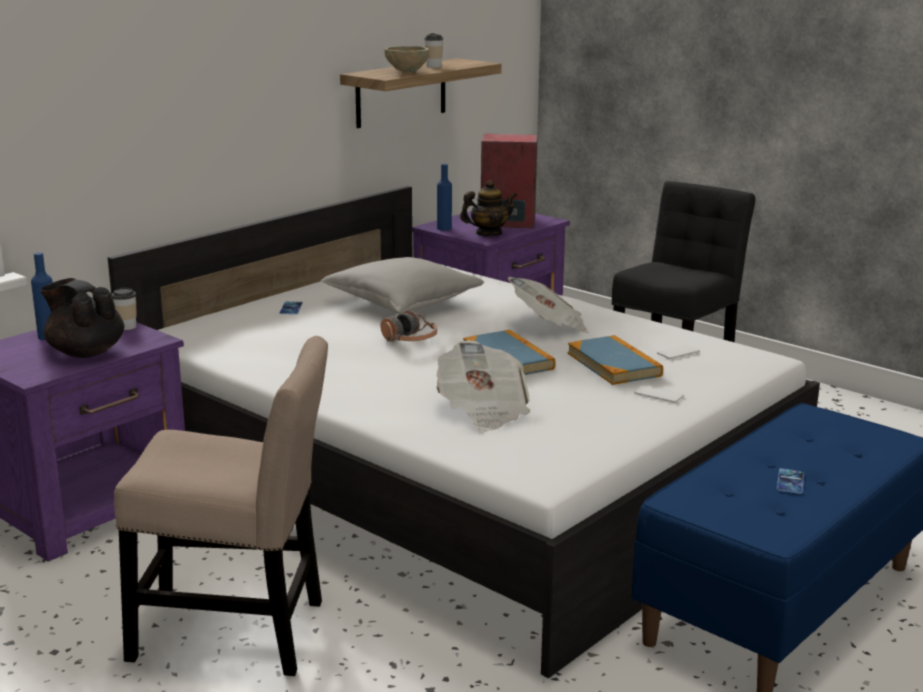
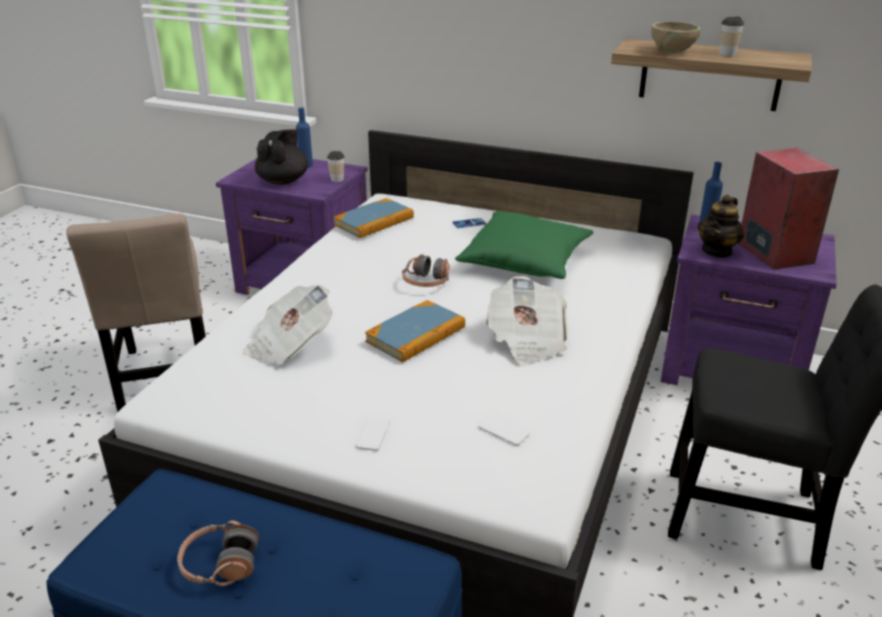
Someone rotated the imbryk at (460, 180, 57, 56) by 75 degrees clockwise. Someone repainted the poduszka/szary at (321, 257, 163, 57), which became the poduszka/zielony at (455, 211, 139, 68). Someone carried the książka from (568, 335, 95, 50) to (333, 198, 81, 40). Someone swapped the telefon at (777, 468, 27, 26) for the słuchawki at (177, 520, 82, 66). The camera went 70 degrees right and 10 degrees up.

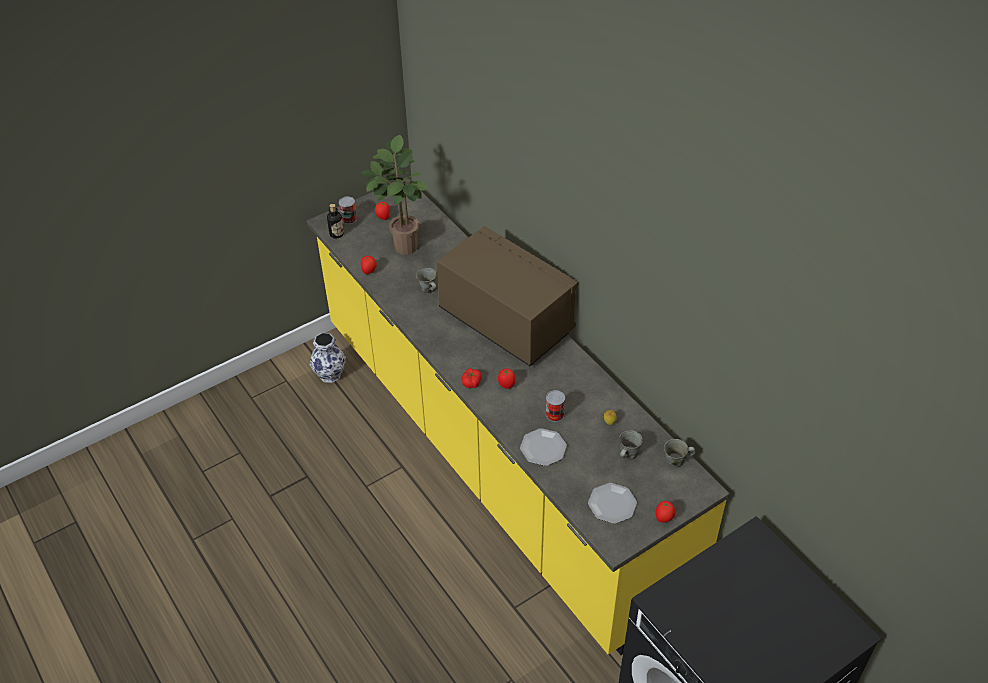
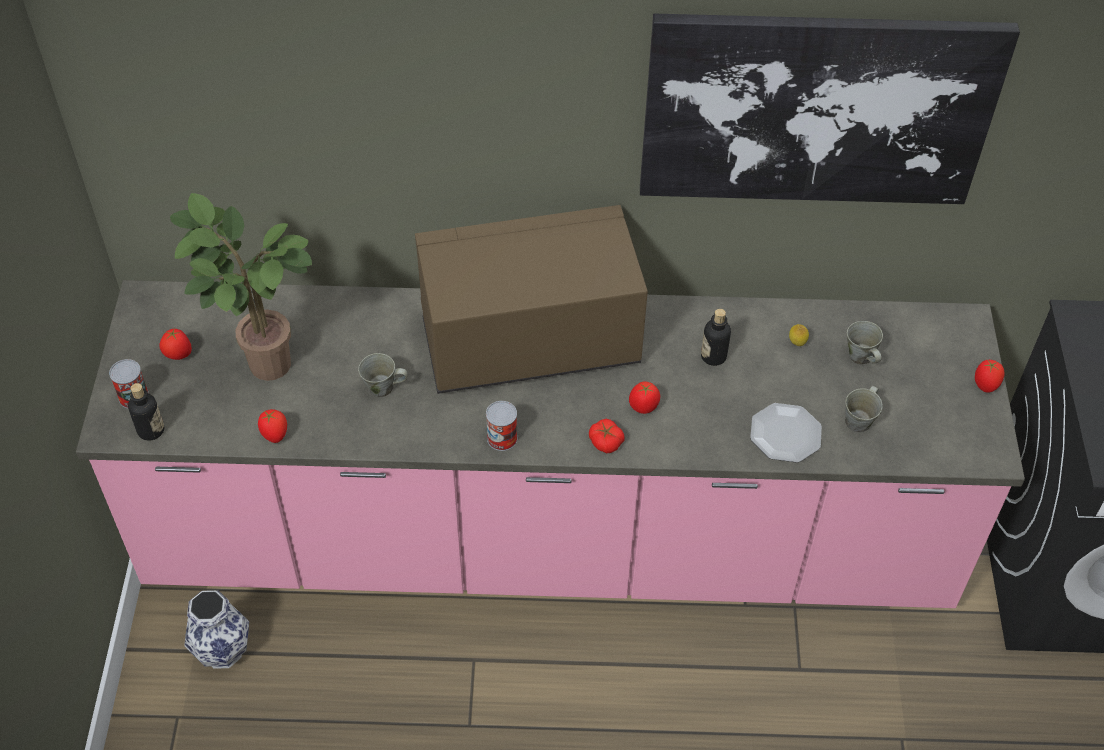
Someone repainted the zabudowa kuchenna/żółty at (307, 177, 423, 478), which became the zabudowa kuchenna/różowy at (76, 280, 949, 328). Someone carried the puszka from (545, 390, 20, 32) to (486, 401, 31, 50). Someone carried the kubek/szary from (664, 439, 31, 29) to (845, 386, 38, 47). Someone took away the talerz at (588, 483, 49, 41). Someone put up the obraz at (640, 14, 380, 190). Someone put down the butelka at (701, 309, 30, 57). The camera went 55 degrees left and 5 degrees up.

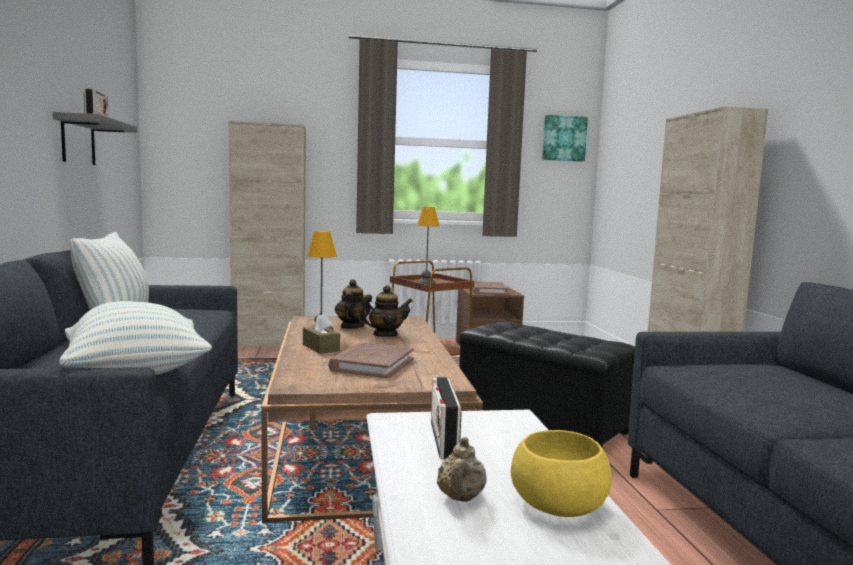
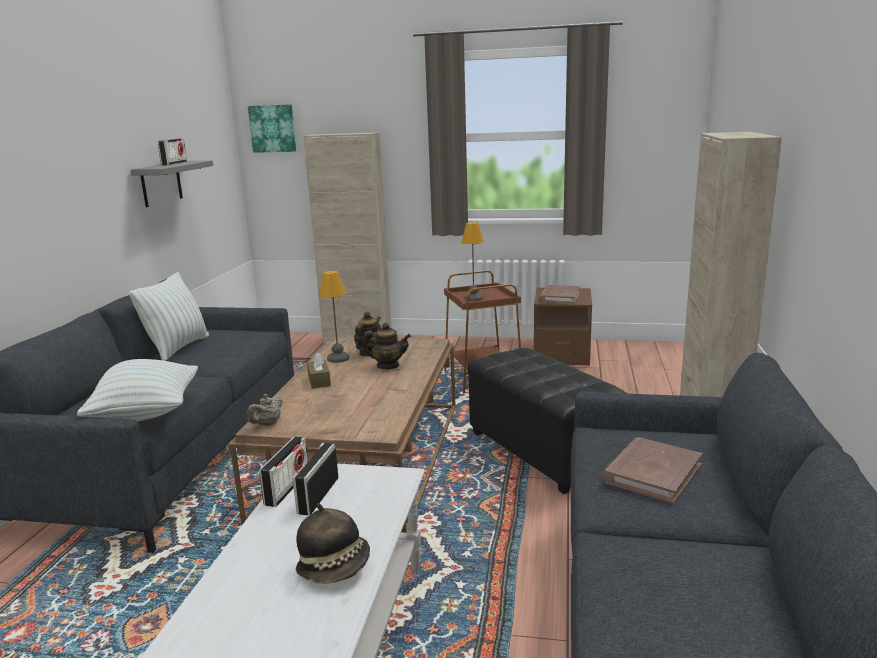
Someone carried the obraz from (542, 115, 46, 47) to (248, 104, 48, 49). Someone carried the książka/brązowy from (328, 342, 86, 36) to (602, 437, 100, 67). Someone swapped the miska/żółty at (511, 430, 101, 87) for the kapelusz at (296, 503, 74, 81). Someone carried the imbryk/beżowy from (437, 437, 50, 65) to (247, 394, 36, 32). Someone put down the radio at (259, 437, 49, 70). The camera went 20 degrees right and 10 degrees up.

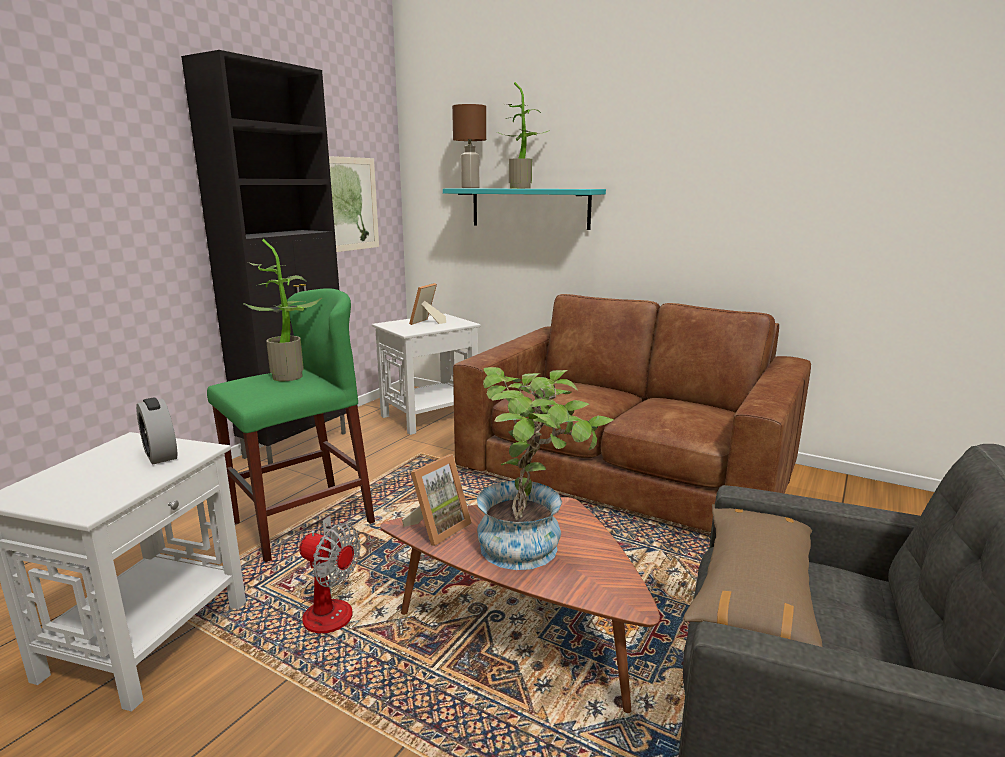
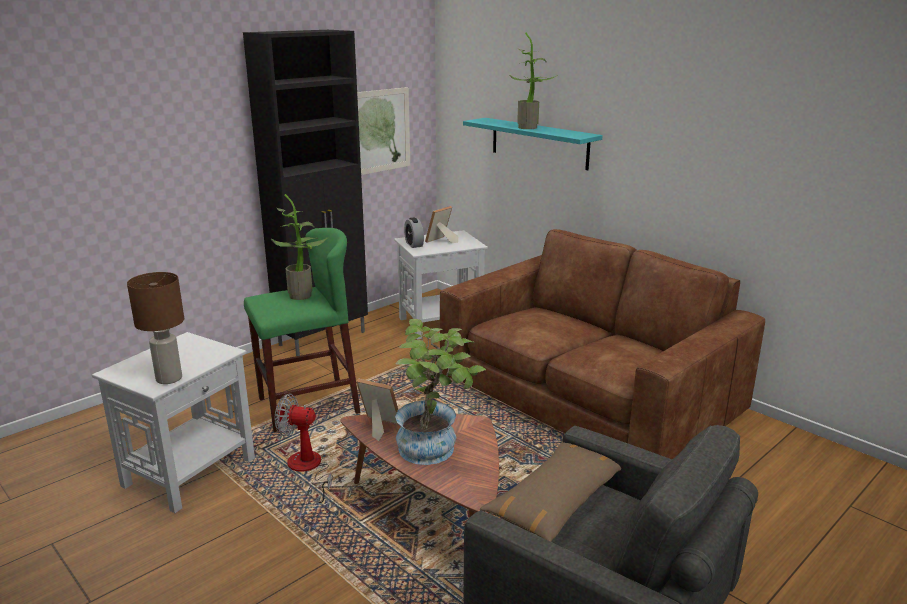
Someone carried the lampa stołowa/brązowy from (452, 104, 34, 84) to (127, 272, 57, 112). Someone carried the budzik from (136, 397, 41, 68) to (404, 218, 20, 30). Someone rotated the ramka na zdjęcie at (402, 454, 70, 92) by 120 degrees counterclockwise. Someone rotated the wentylator at (299, 516, 62, 117) by 150 degrees clockwise. The camera went 15 degrees right and 5 degrees up.

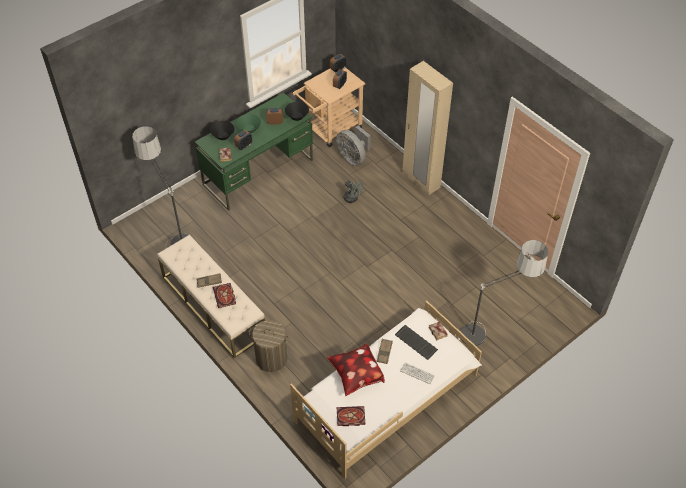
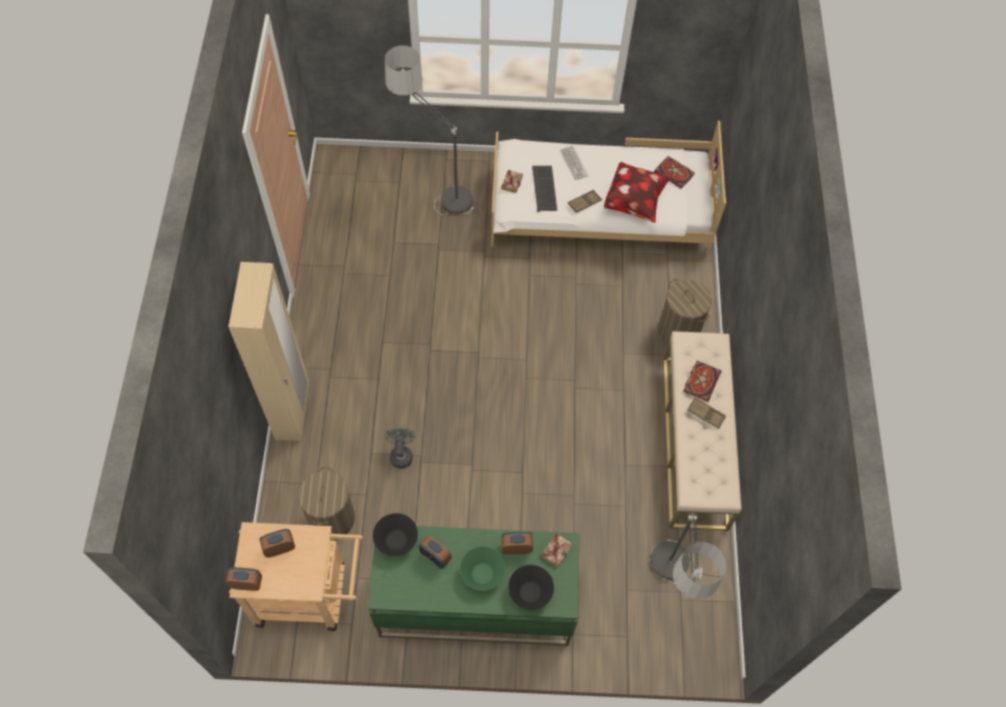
Someone swapped the wentylator/szary at (336, 126, 35, 40) for the kosz na pranie at (298, 466, 57, 74). The camera went 140 degrees left and 10 degrees up.

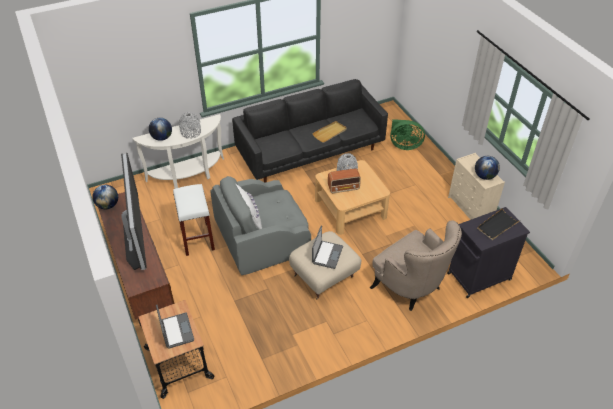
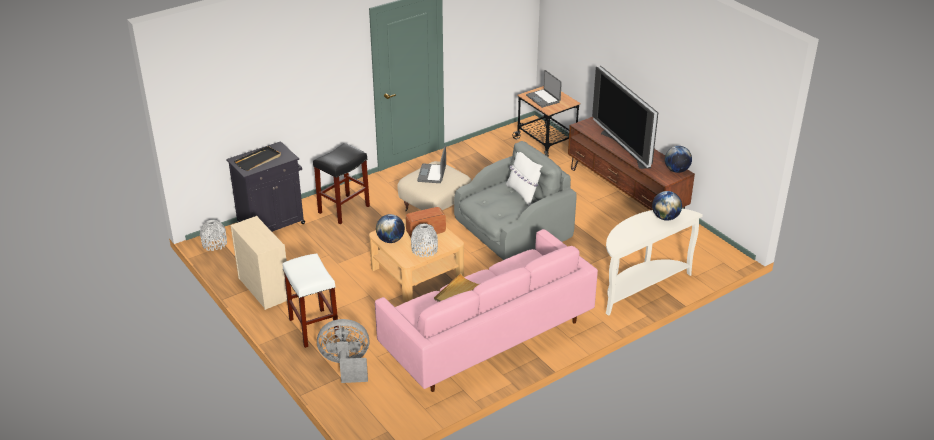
Someone repainted the kanapa/czarny at (232, 79, 156, 104), which became the kanapa/różowy at (375, 229, 223, 163). Someone carried the wazon/szary from (179, 112, 22, 27) to (200, 220, 27, 31). Someone repainted the wentylator/zielony at (390, 119, 35, 31), which became the wentylator/szary at (317, 319, 53, 64). Someone carried the globus from (475, 156, 25, 24) to (376, 214, 29, 29). Someone carried the stołek/biały from (173, 184, 42, 72) to (283, 253, 56, 95). Someone swapped the fotel/beżowy at (370, 220, 92, 91) for the stołek/czarny at (313, 143, 57, 81). The camera went 170 degrees right and 10 degrees down.

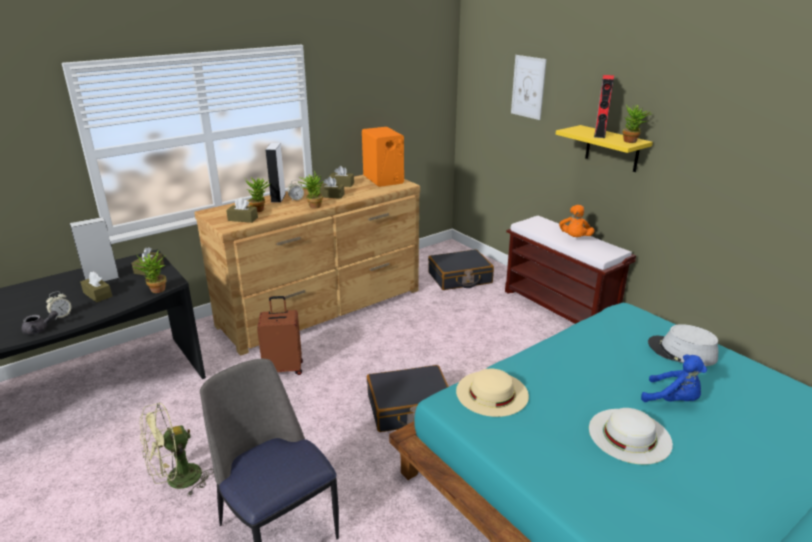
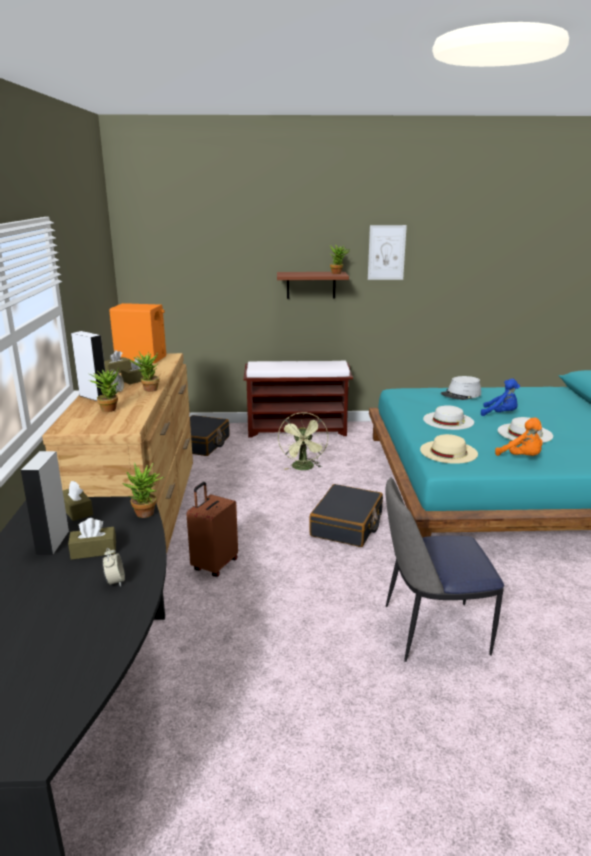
Someone carried the obraz from (511, 55, 36, 65) to (368, 225, 39, 55). Someone took away the głośnik/czerwony at (594, 75, 20, 63). Someone repainted the półka/żółty at (556, 125, 97, 47), which became the półka/brązowy at (277, 272, 72, 27). Someone took away the pudełko chusteczek/brązowy at (226, 198, 32, 25). Someone carried the pluszak/pomarańczowy from (559, 205, 36, 32) to (495, 418, 48, 38). Someone took away the imbryk/szary at (21, 311, 37, 23). Someone rotated the pluszak/niebieski at (641, 355, 66, 47) by 45 degrees clockwise. Someone carried the wentylator/zielony from (140, 403, 74, 93) to (278, 412, 50, 58). Someone put down the kapelusz/biały at (423, 405, 51, 25). The camera went 55 degrees left and 5 degrees down.

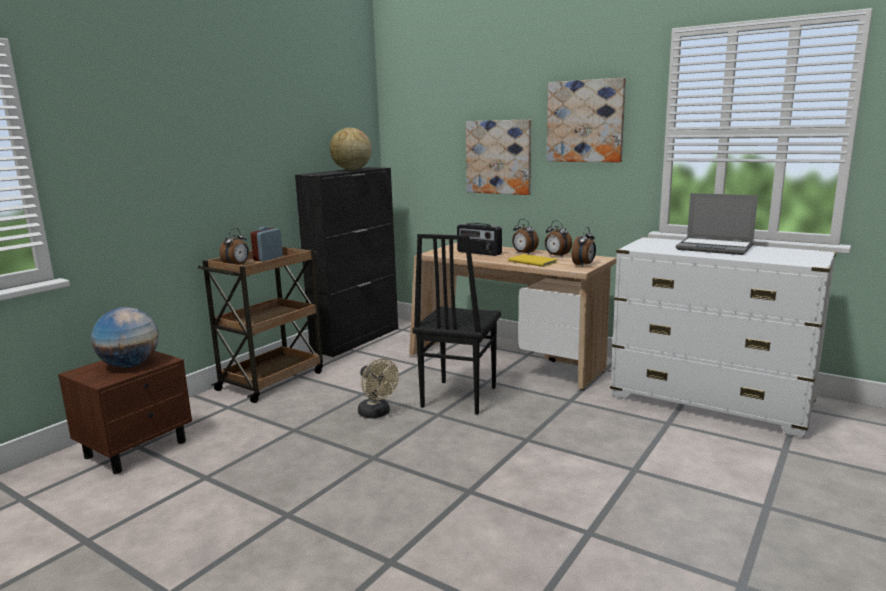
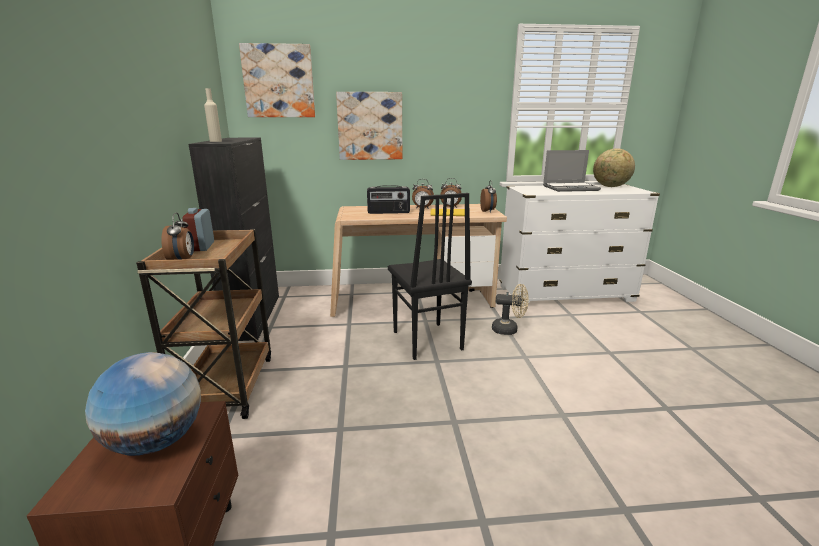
Someone carried the obraz from (547, 77, 79, 85) to (239, 43, 76, 74). Someone carried the globus from (330, 127, 42, 43) to (593, 148, 42, 39). Someone carried the wentylator/beżowy from (358, 358, 41, 60) to (492, 284, 37, 51). Someone put down the butelka/beżowy at (204, 88, 18, 54). The camera went 40 degrees left and 5 degrees up.

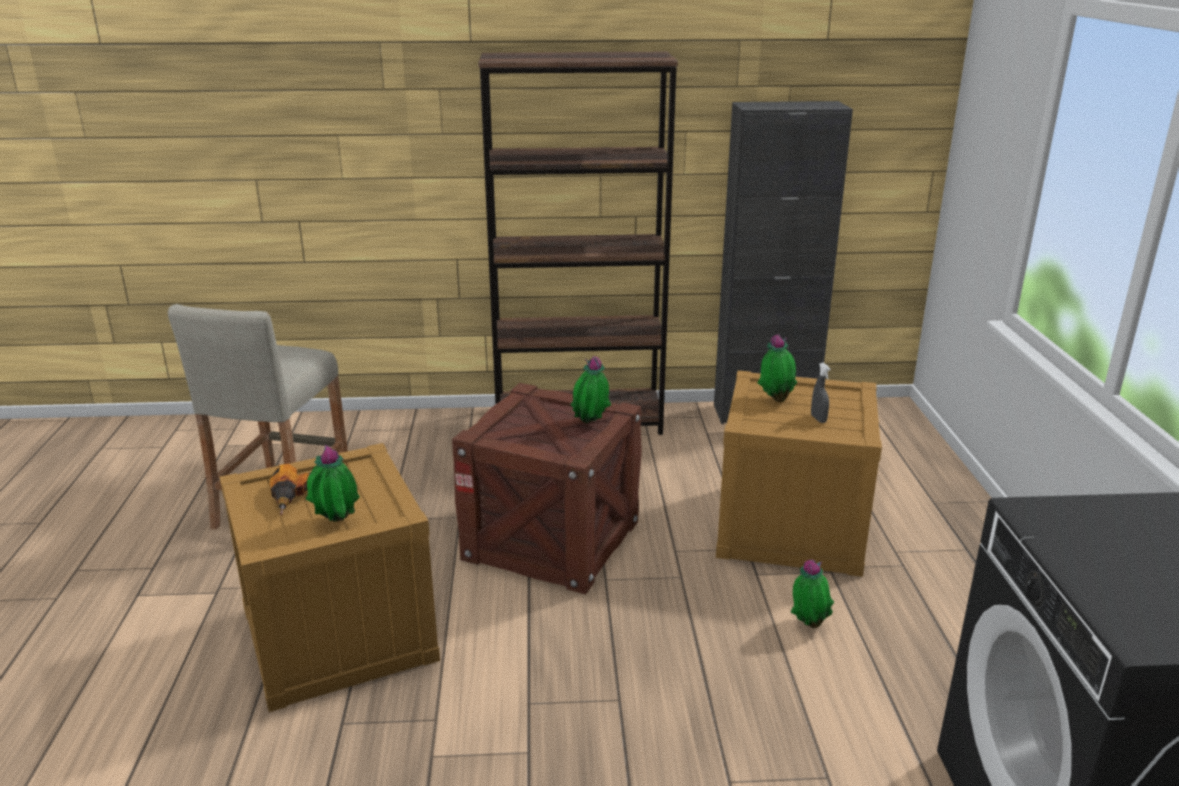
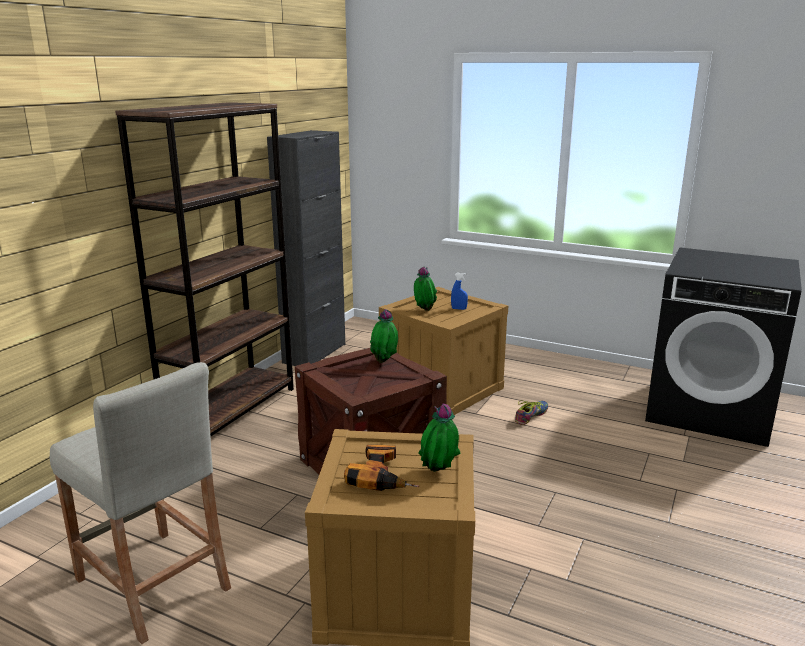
Someone repainted the spryskiwacz/szary at (811, 363, 20, 60), which became the spryskiwacz/niebieski at (451, 273, 17, 37). Someone swapped the roślina doniczkowa at (791, 559, 43, 69) for the but at (515, 401, 33, 24). The camera went 60 degrees left and 5 degrees down.

